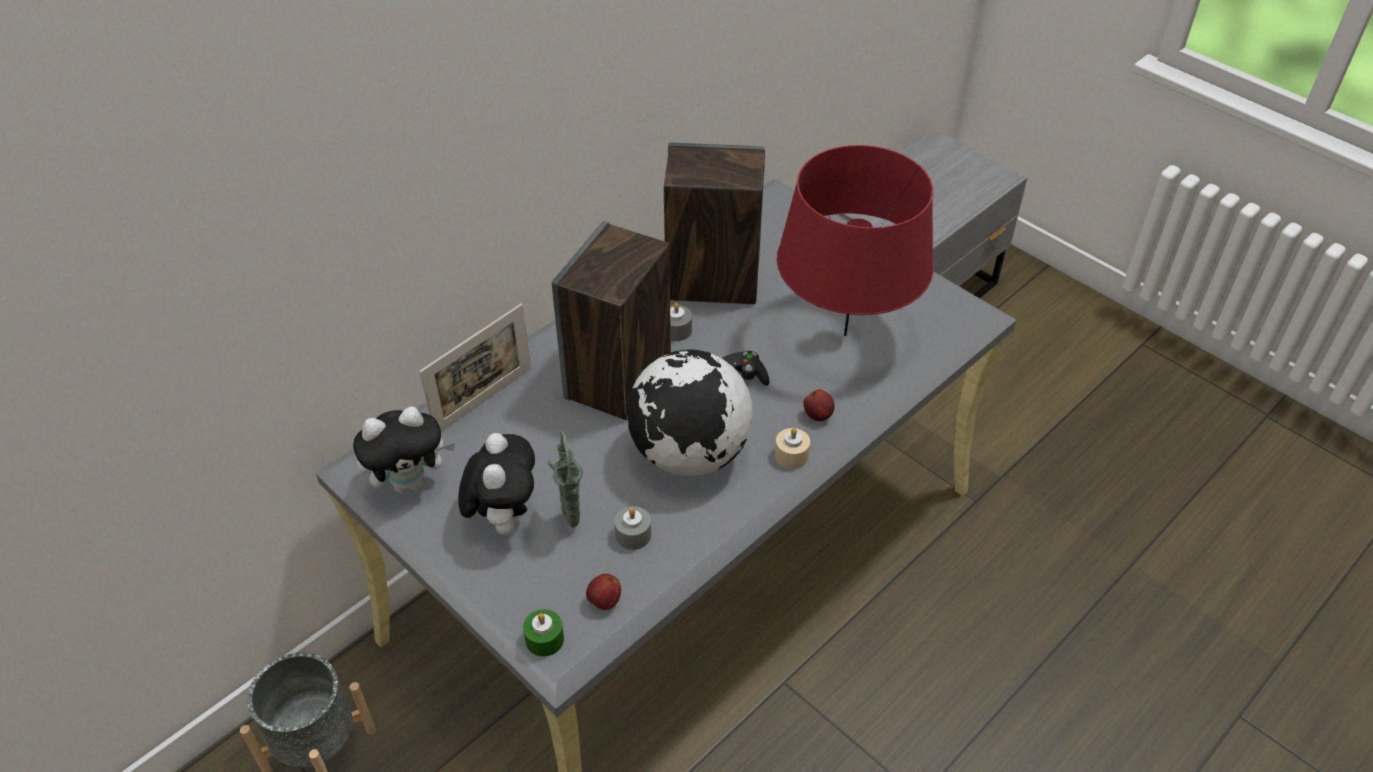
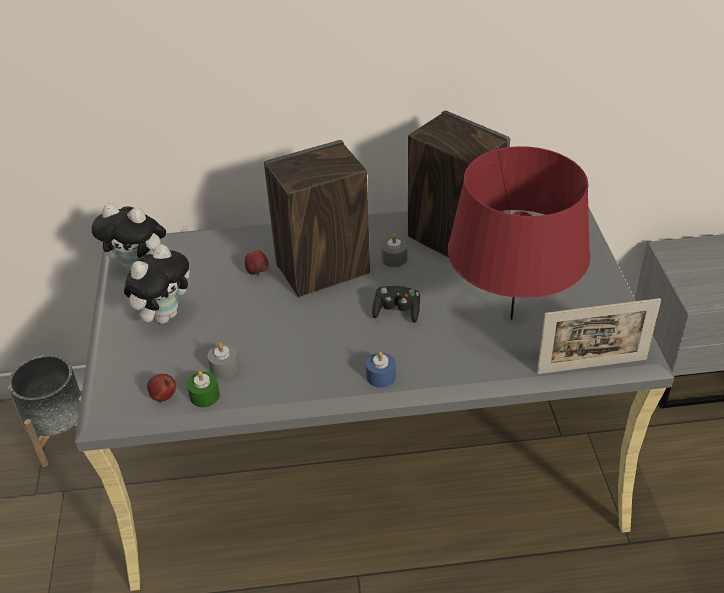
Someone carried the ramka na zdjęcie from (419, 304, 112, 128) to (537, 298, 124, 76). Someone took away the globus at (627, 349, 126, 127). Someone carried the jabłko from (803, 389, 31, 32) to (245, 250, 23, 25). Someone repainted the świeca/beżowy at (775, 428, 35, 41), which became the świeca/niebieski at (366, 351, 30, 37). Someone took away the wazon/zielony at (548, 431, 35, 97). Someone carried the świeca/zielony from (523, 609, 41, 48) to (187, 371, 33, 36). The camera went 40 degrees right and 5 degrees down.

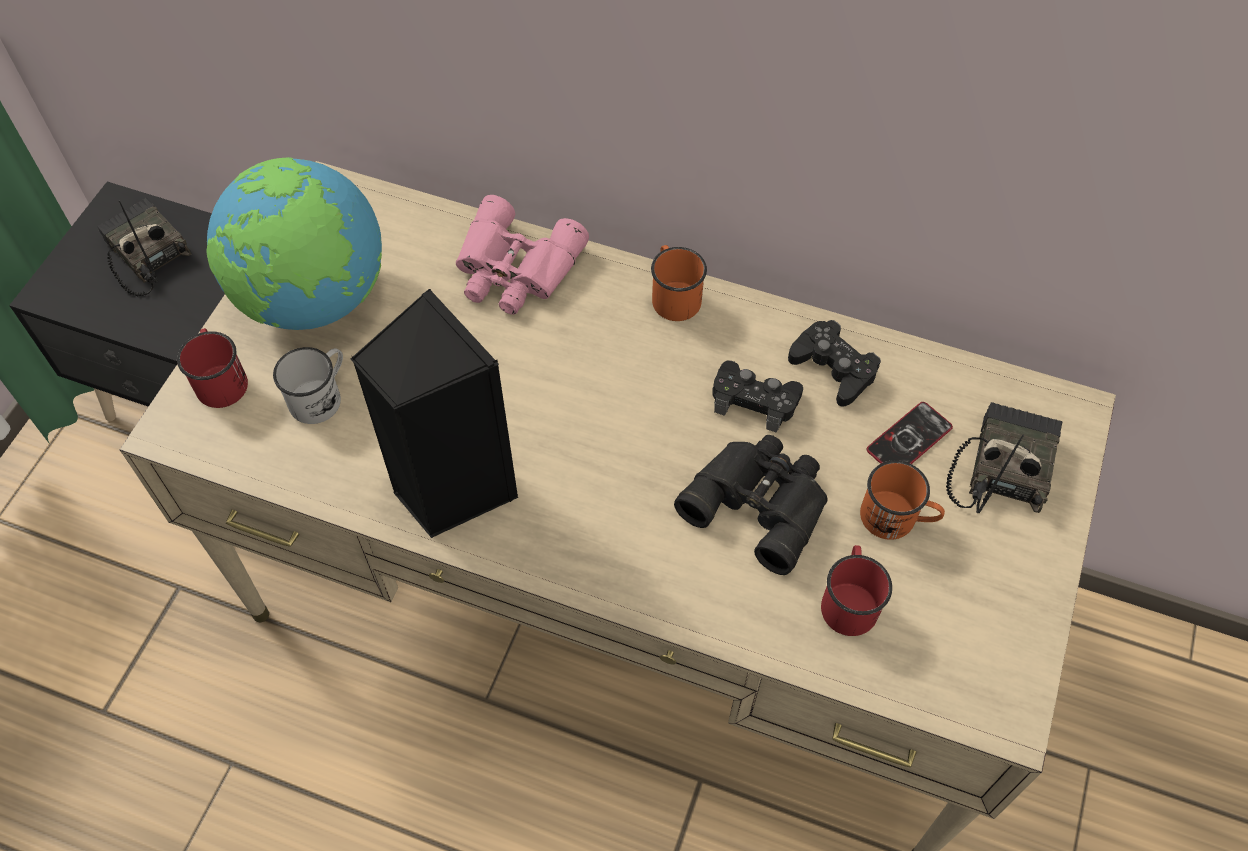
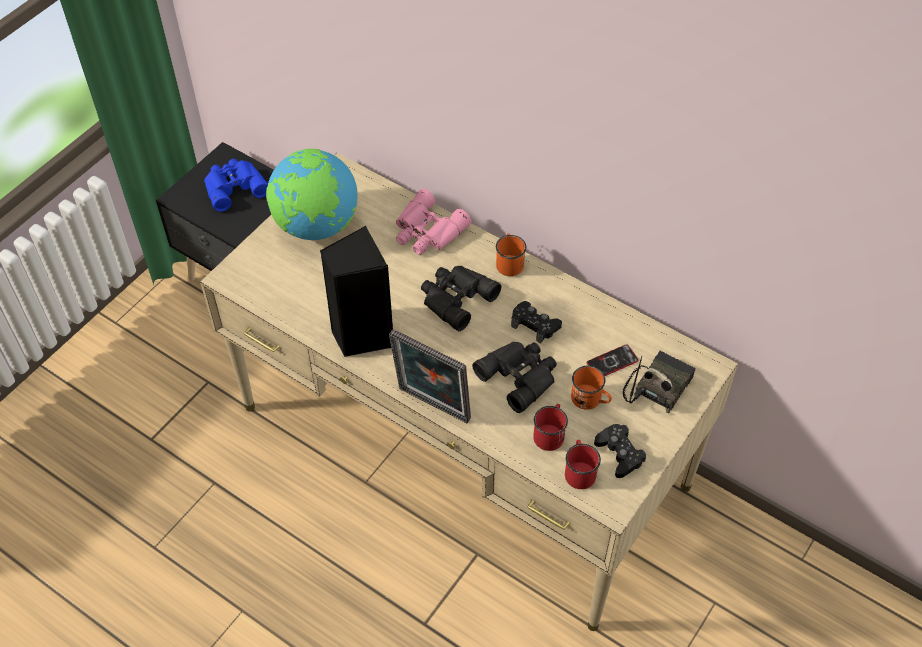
Someone swapped the radio at (97, 198, 94, 98) for the lornetka/niebieski at (204, 159, 64, 53). Someone carried the pad do gier/czarny from (788, 320, 93, 86) to (594, 424, 52, 54). Someone carried the kubek/czerwony from (177, 328, 71, 80) to (565, 440, 36, 49). Someone took away the kubek/biały at (273, 347, 70, 77). Someone put down the lornetka/czarny at (421, 266, 80, 65). Someone put down the ramka na zdjęcie at (389, 329, 82, 94). The camera went 15 degrees right and 5 degrees down.

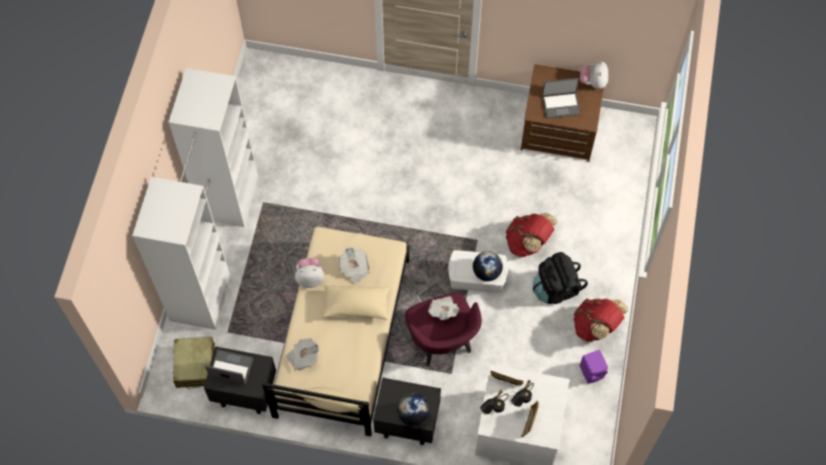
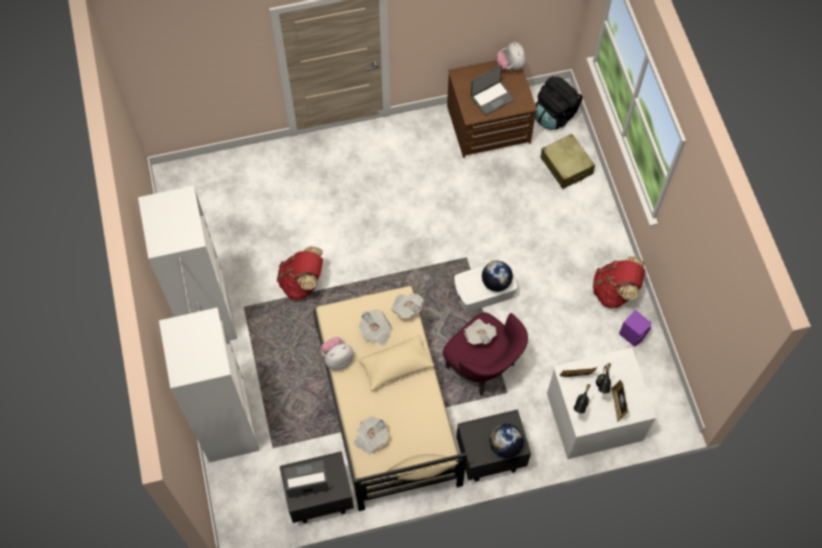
Someone carried the plecak/czerwony from (505, 213, 52, 44) to (277, 246, 46, 54). Someone carried the plecak/czarny from (533, 252, 55, 52) to (535, 76, 47, 54). Someone carried the walizka/beżowy from (173, 337, 42, 52) to (541, 134, 54, 55). Someone put down the gazeta at (390, 293, 34, 26). The camera went 25 degrees left and 0 degrees up.

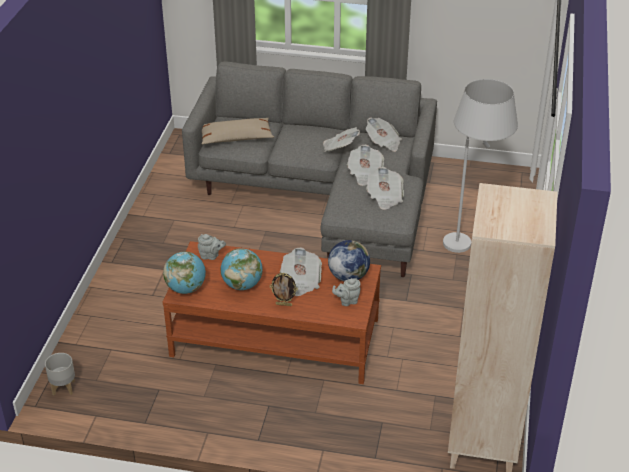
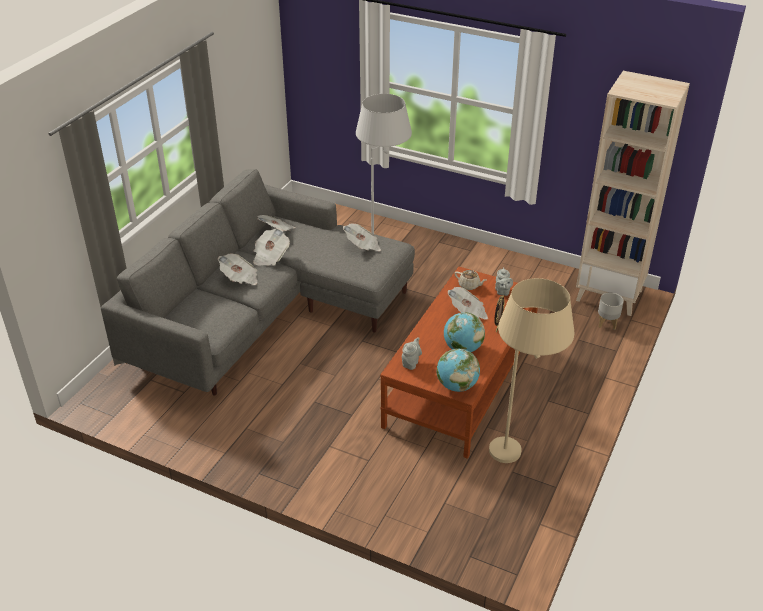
Someone took away the poduszka/beżowy at (202, 118, 72, 26). Someone carried the gazeta from (347, 145, 37, 41) to (218, 254, 39, 31). Someone swapped the globus at (328, 240, 42, 42) for the imbryk/beżowy at (454, 270, 33, 20). Someone carried the donica/szary from (45, 353, 30, 43) to (598, 293, 26, 37). Someone put down the lampa stojąca/beżowy at (489, 278, 85, 185). The camera went 75 degrees left and 0 degrees up.

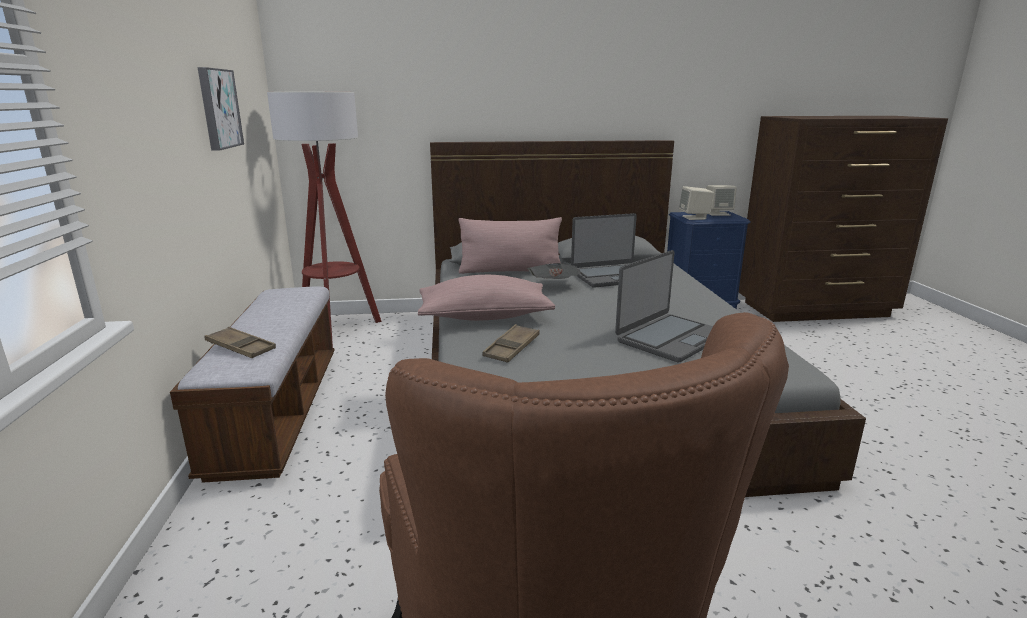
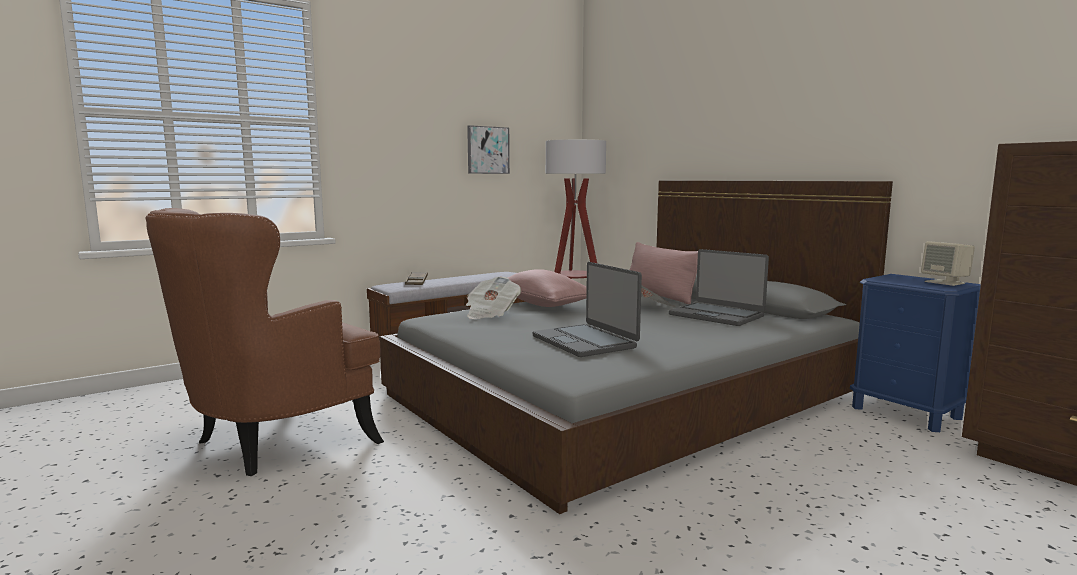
Someone took away the głośnik/beżowy at (679, 186, 35, 34). Someone rotated the laptop at (615, 250, 98, 113) by 45 degrees clockwise. Someone swapped the taca/brązowy at (482, 324, 58, 39) for the gazeta at (466, 277, 55, 42). The camera went 60 degrees right and 10 degrees down.

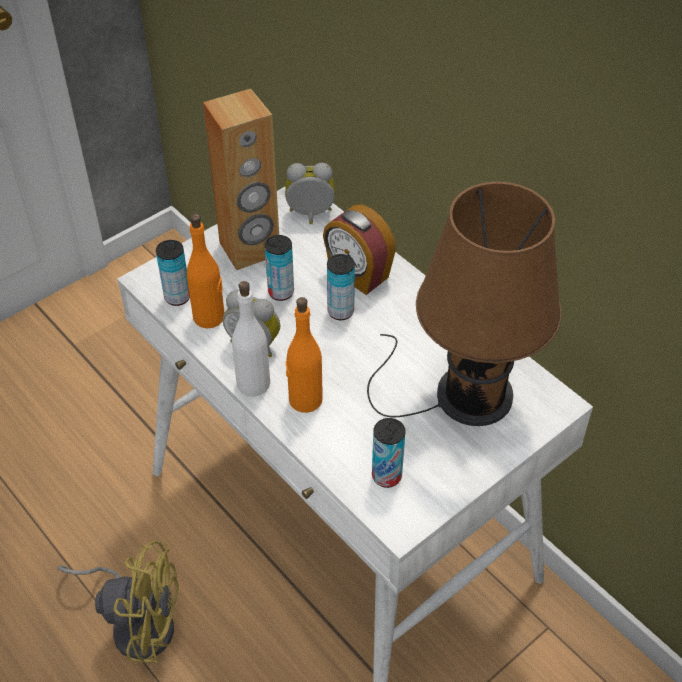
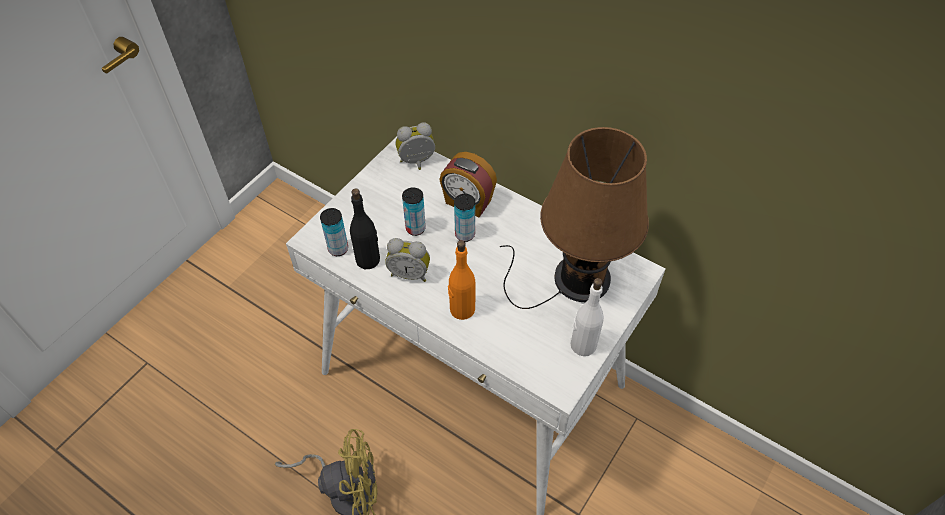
Someone took away the głośnik/brązowy at (203, 88, 76, 182). Someone repainted the butelka/pomarańczowy at (187, 213, 38, 115), which became the butelka/czarny at (350, 188, 30, 81). Someone carried the butelka/biały from (231, 281, 39, 116) to (571, 278, 33, 78). Someone took away the puszka at (372, 418, 34, 70). The camera went 15 degrees left and 5 degrees up.

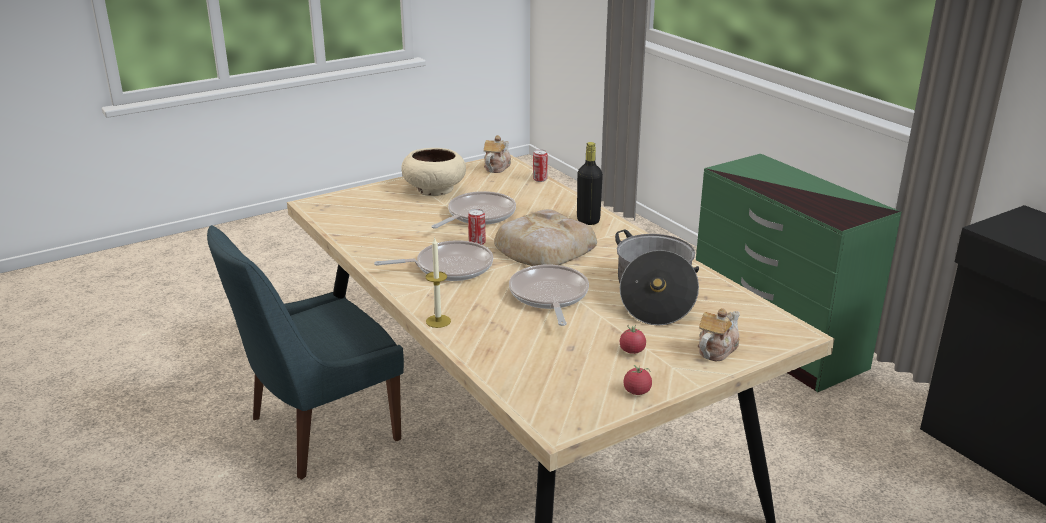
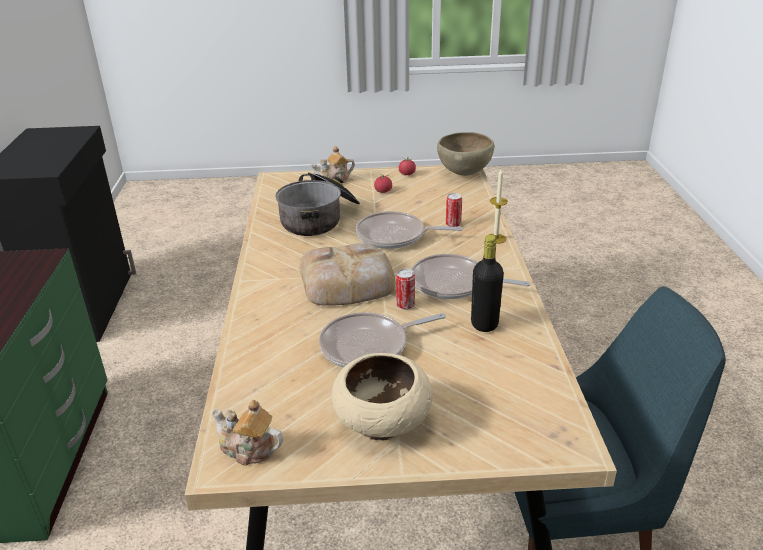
Someone rotated the imbryk at (484, 135, 27, 38) by 60 degrees clockwise. Someone carried the butelka/czarny from (577, 142, 26, 83) to (471, 235, 33, 97). Someone carried the puszka from (533, 149, 15, 33) to (446, 193, 16, 34). Someone rotated the patelnia at (509, 265, 80, 61) by 75 degrees clockwise. Someone put down the miska/brązowy at (437, 132, 57, 44). The camera went 150 degrees left and 5 degrees up.

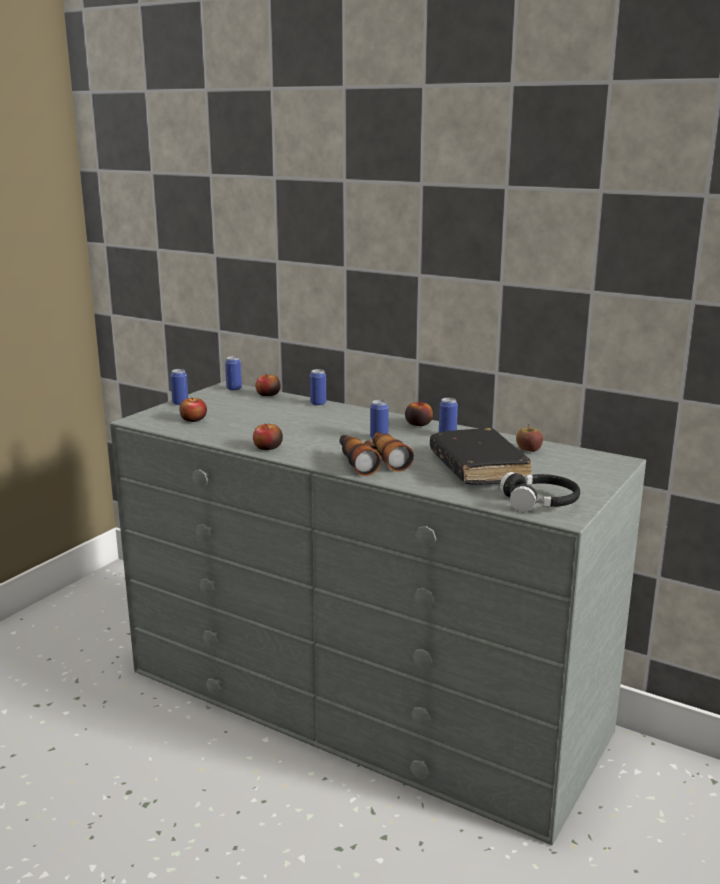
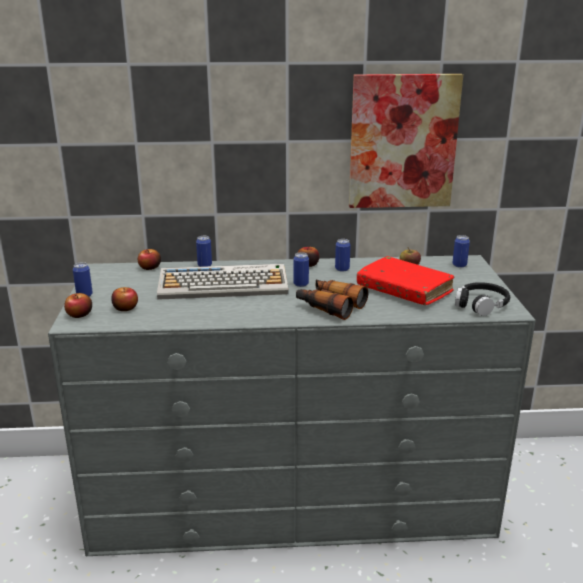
Someone carried the puszka from (225, 356, 17, 35) to (452, 235, 18, 33). Someone carried the jabłko from (253, 424, 30, 26) to (64, 293, 28, 25). Someone repainted the książka/czarny at (430, 428, 101, 56), which became the książka/czerwony at (357, 256, 97, 49). Someone put up the obraz at (349, 74, 114, 134). Someone put down the klawiatura at (157, 264, 132, 36). The camera went 35 degrees left and 5 degrees up.

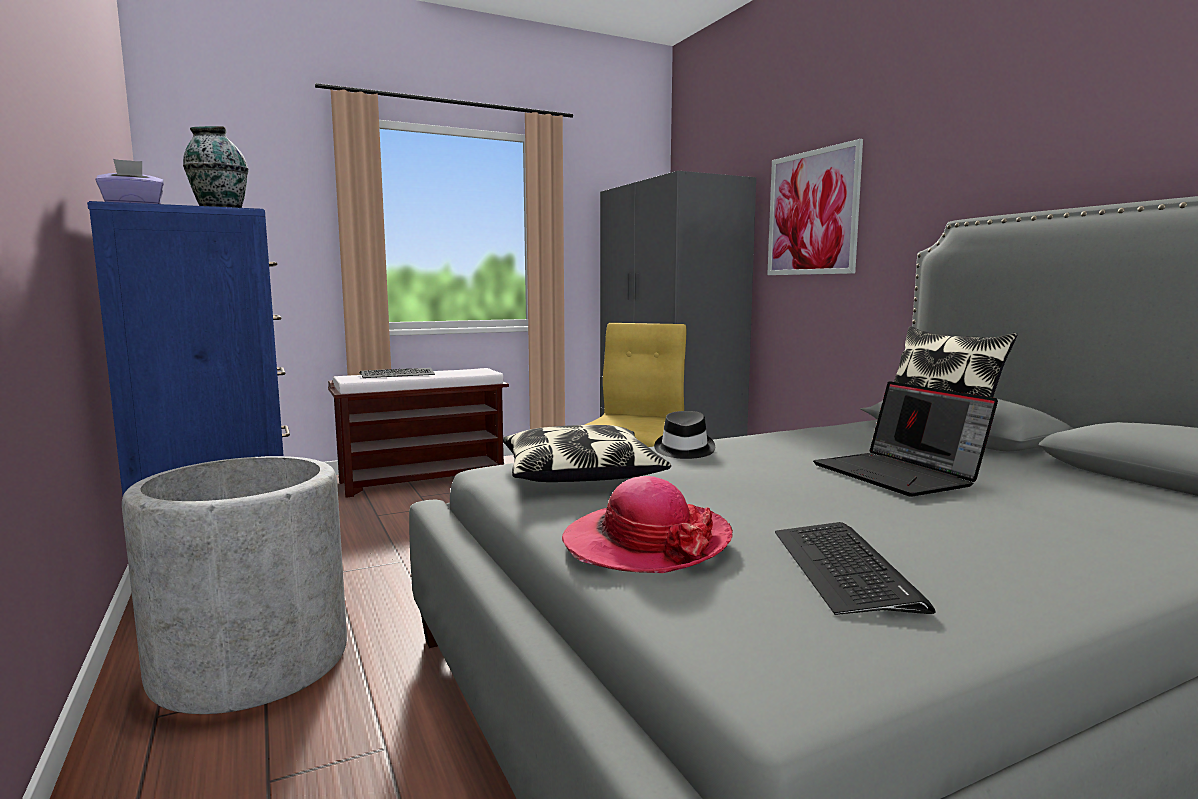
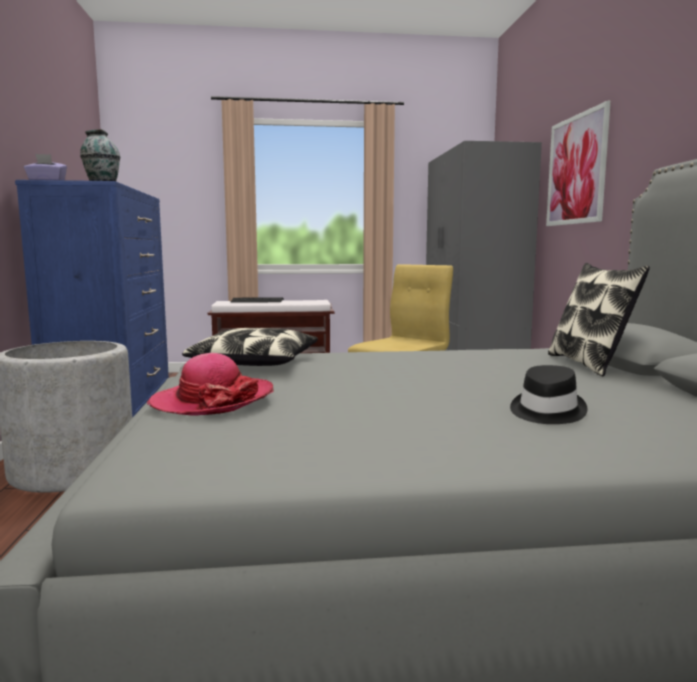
Someone took away the laptop at (813, 381, 185, 115). Someone carried the kapelusz/czarny from (654, 411, 61, 48) to (510, 365, 77, 59). Someone took away the klawiatura at (775, 522, 160, 93). The camera went 20 degrees right and 0 degrees up.

